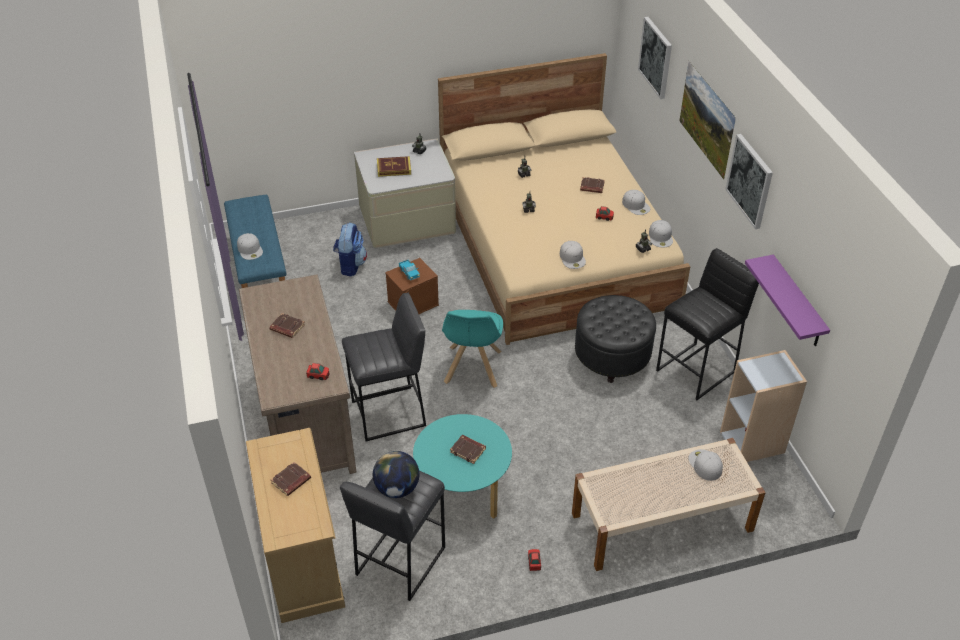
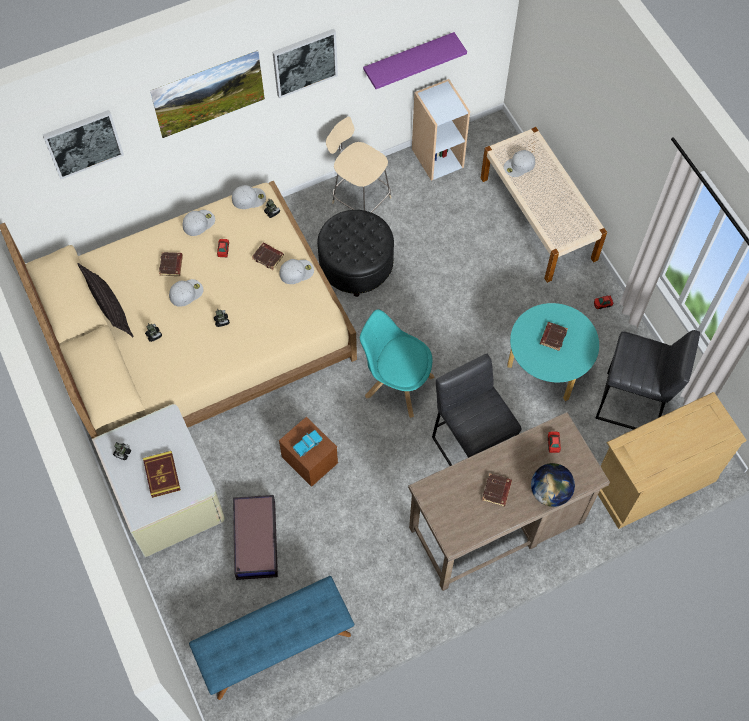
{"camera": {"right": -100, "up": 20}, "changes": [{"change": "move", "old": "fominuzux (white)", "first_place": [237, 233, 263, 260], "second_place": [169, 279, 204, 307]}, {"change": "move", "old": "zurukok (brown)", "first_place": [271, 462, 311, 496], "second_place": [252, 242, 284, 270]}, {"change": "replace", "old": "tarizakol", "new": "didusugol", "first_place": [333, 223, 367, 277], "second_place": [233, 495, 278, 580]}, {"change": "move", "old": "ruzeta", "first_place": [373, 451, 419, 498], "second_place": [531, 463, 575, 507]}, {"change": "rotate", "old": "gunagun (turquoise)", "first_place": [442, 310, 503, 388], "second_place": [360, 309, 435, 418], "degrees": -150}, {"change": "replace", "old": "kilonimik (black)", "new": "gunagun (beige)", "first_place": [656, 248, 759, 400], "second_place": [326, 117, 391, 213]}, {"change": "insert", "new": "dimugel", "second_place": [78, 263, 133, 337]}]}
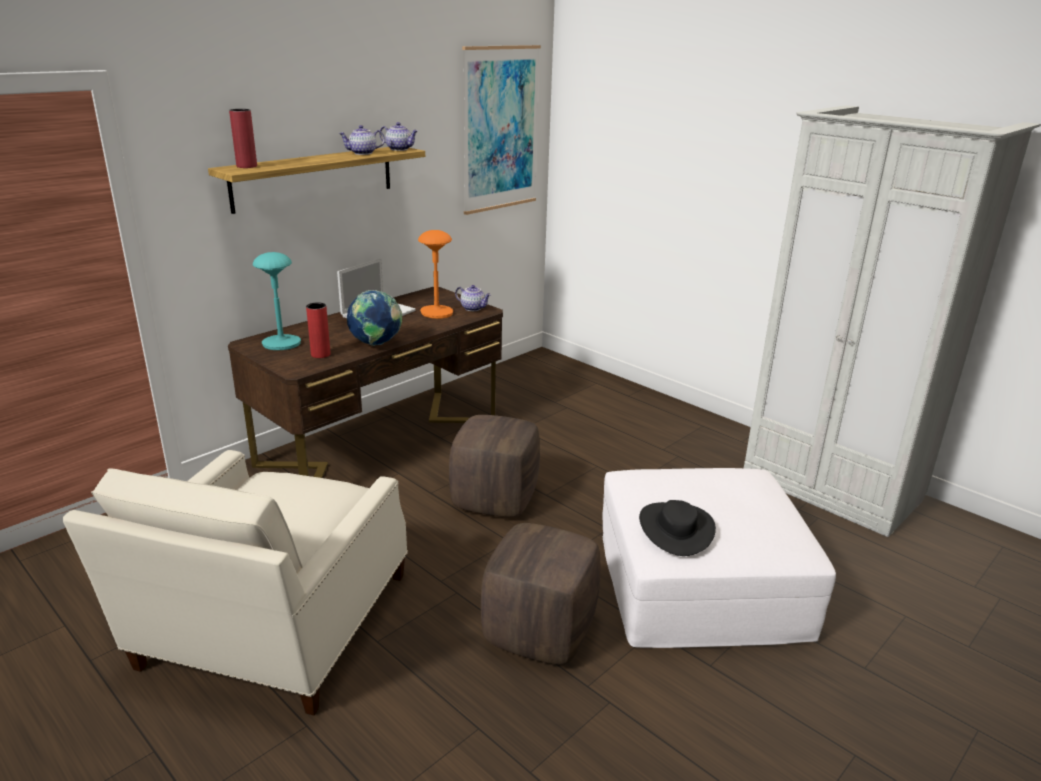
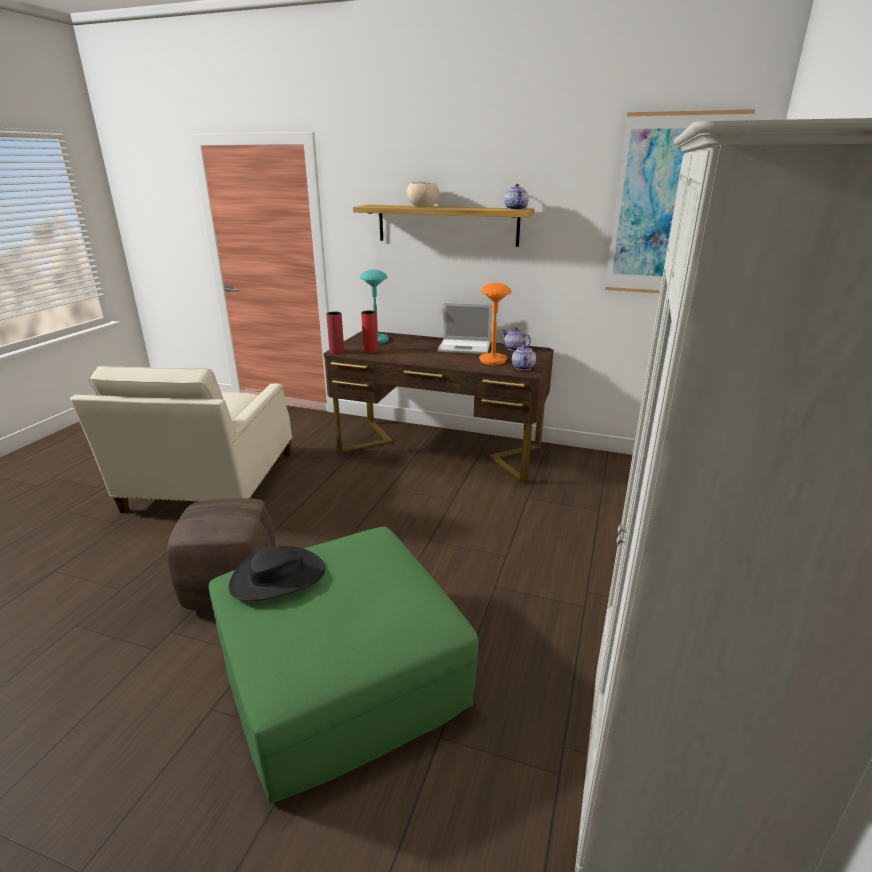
{"camera": {"right": 65, "up": 0}, "changes": [{"change": "rotate", "old": "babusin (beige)", "first_place": [63, 450, 408, 715], "second_place": [70, 366, 292, 513], "degrees": -75}, {"change": "move", "old": "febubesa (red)", "first_place": [229, 109, 257, 168], "second_place": [326, 311, 344, 354]}, {"change": "move", "old": "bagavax", "first_place": [338, 125, 385, 155], "second_place": [501, 327, 531, 351]}, {"change": "delete", "old": "ruzeta", "first_place": [347, 290, 402, 346]}, {"change": "delete", "old": "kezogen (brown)", "first_place": [449, 415, 540, 517]}, {"change": "recolor", "old": "kezogen (white)", "new": "kezogen (green)", "first_place": [602, 468, 836, 648], "second_place": [209, 526, 478, 804]}, {"change": "insert", "new": "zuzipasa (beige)", "second_place": [407, 182, 439, 207]}]}
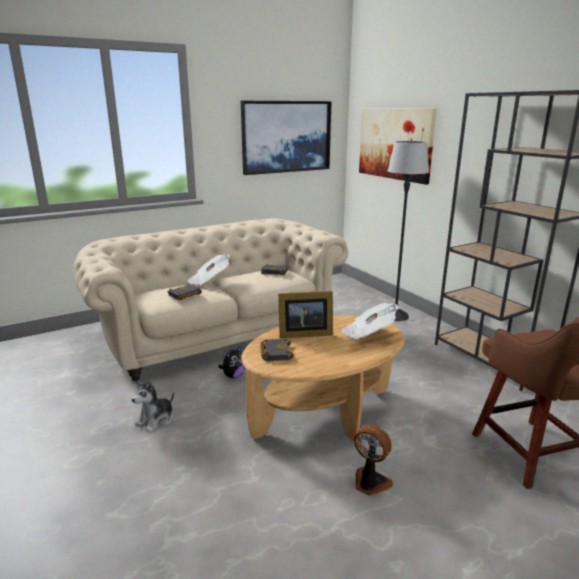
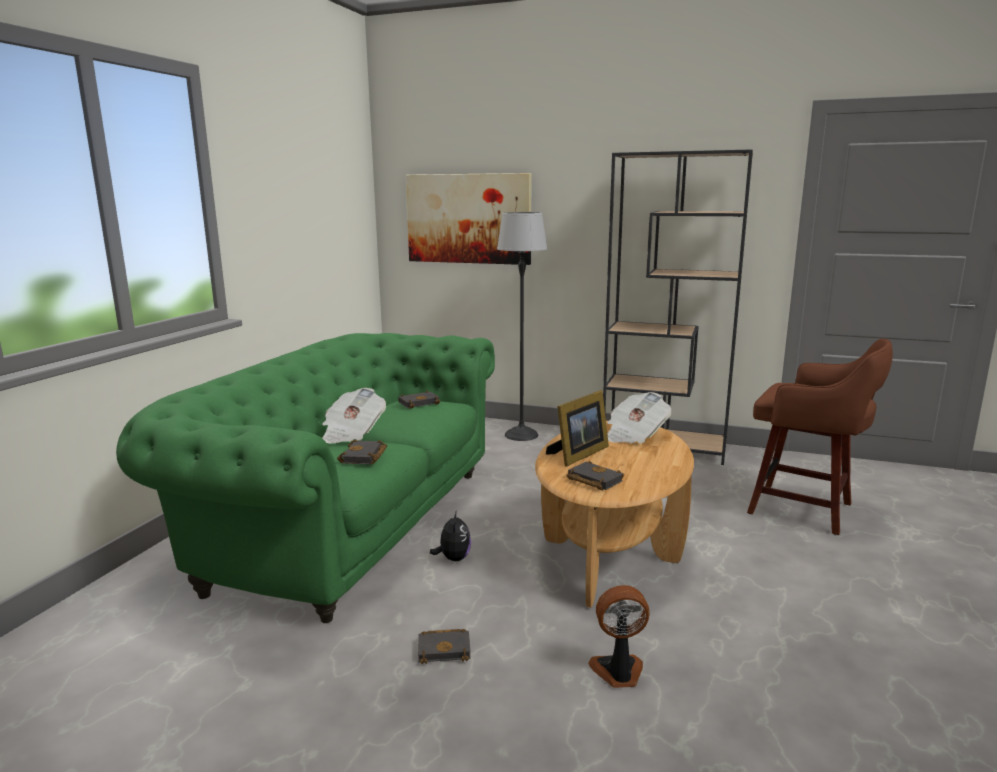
{"camera": {"right": -40, "up": -5}, "changes": [{"change": "recolor", "old": "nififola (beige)", "new": "nififola (green)", "first_place": [73, 219, 348, 381], "second_place": [116, 333, 495, 623]}, {"change": "replace", "old": "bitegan", "new": "zurukok (black)", "first_place": [132, 380, 174, 433], "second_place": [418, 629, 471, 664]}, {"change": "delete", "old": "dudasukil", "first_place": [241, 101, 332, 175]}, {"change": "move", "old": "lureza", "first_place": [354, 424, 393, 496], "second_place": [588, 585, 650, 688]}]}
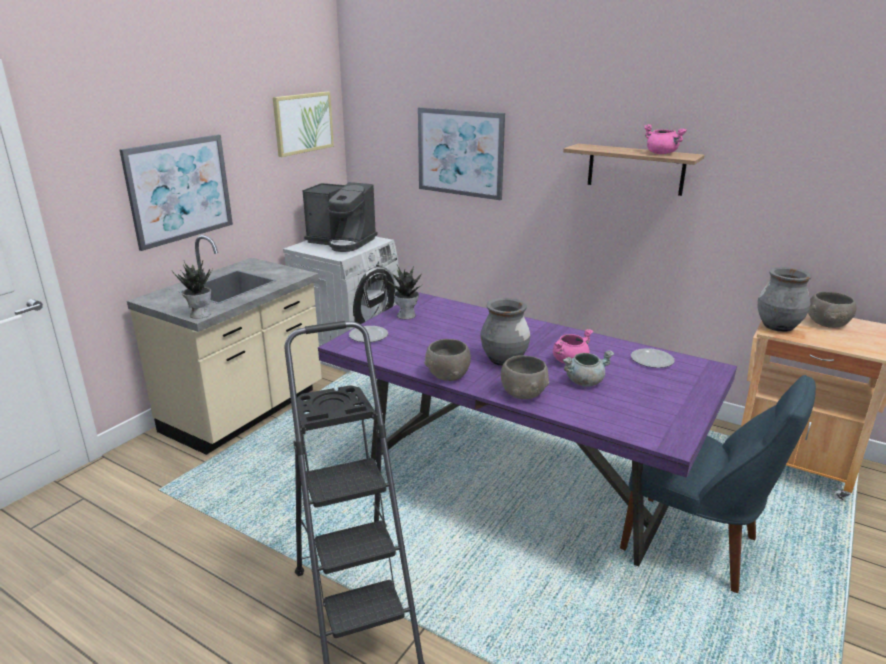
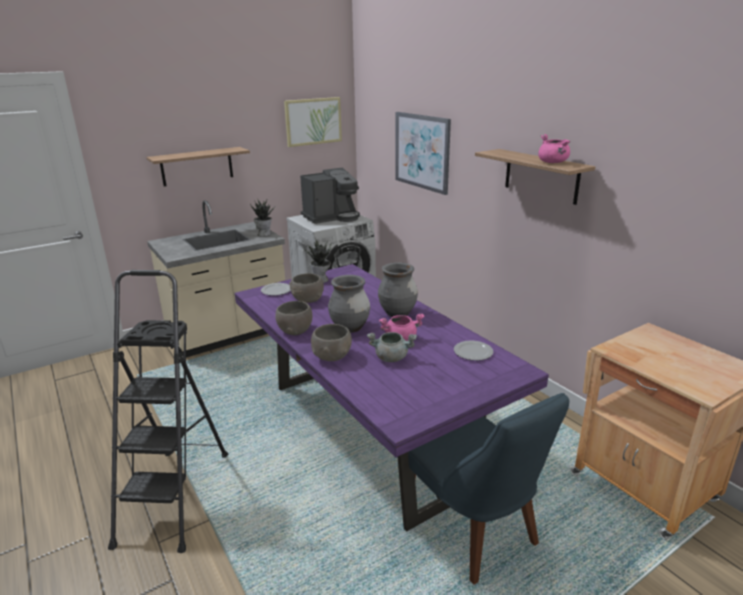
{"camera": {"right": 25, "up": 0}, "changes": [{"change": "replace", "old": "dudasukil", "new": "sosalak", "first_place": [120, 135, 233, 251], "second_place": [147, 147, 250, 186]}, {"change": "move", "old": "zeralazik", "first_place": [172, 260, 213, 319], "second_place": [250, 200, 275, 237]}, {"change": "rotate", "old": "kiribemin", "first_place": [302, 182, 377, 252], "second_place": [300, 167, 360, 224], "degrees": -75}, {"change": "move", "old": "febubesa (grey)", "first_place": [758, 267, 812, 332], "second_place": [378, 262, 418, 317]}, {"change": "move", "old": "zuzipasa (grey)", "first_place": [808, 291, 857, 328], "second_place": [289, 273, 324, 303]}]}
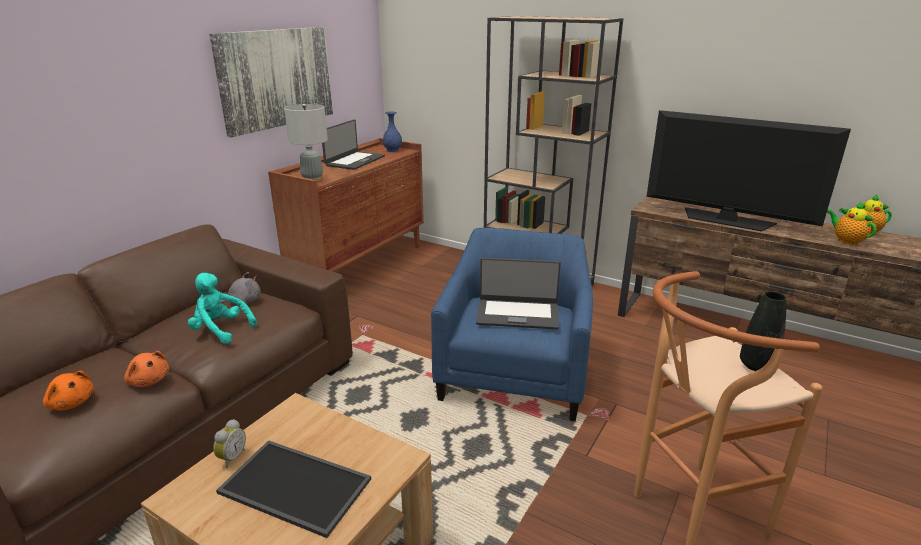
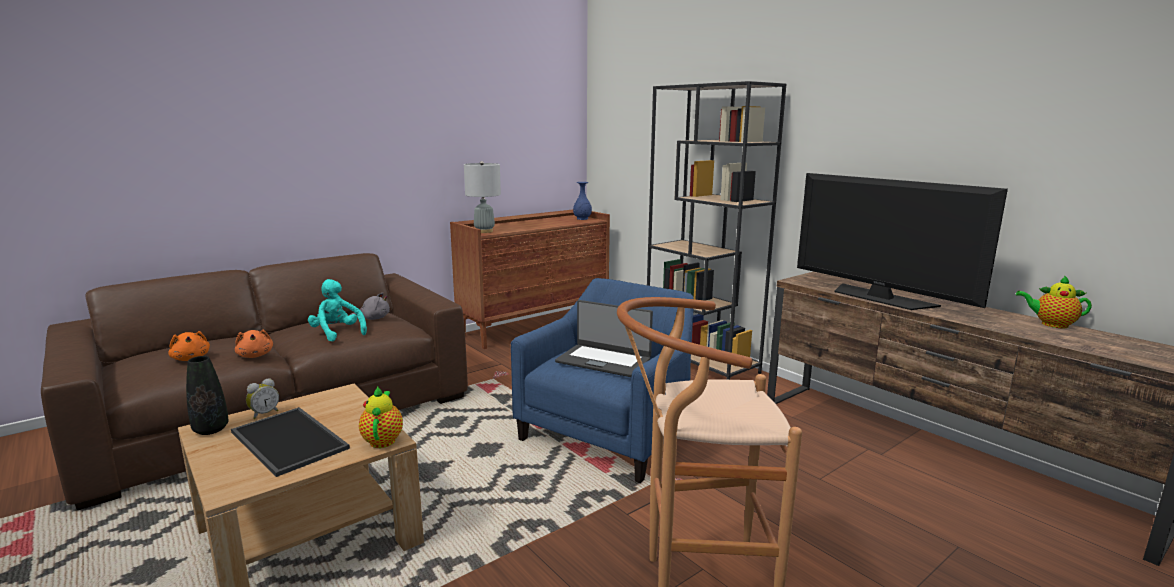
{"camera": {"right": 20, "up": -10}, "changes": [{"change": "delete", "old": "dudasukil", "first_place": [209, 27, 333, 138]}, {"change": "delete", "old": "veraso", "first_place": [322, 119, 385, 170]}, {"change": "move", "old": "febubesa (black)", "first_place": [740, 291, 786, 371], "second_place": [186, 356, 229, 435]}, {"change": "move", "old": "bagavax", "first_place": [827, 202, 876, 245], "second_place": [359, 387, 403, 448]}]}
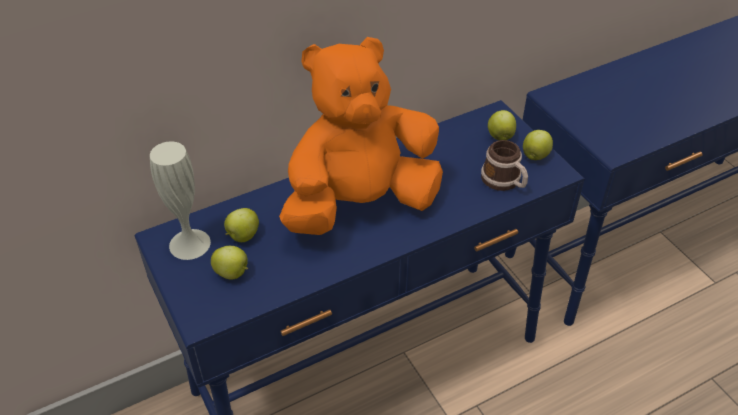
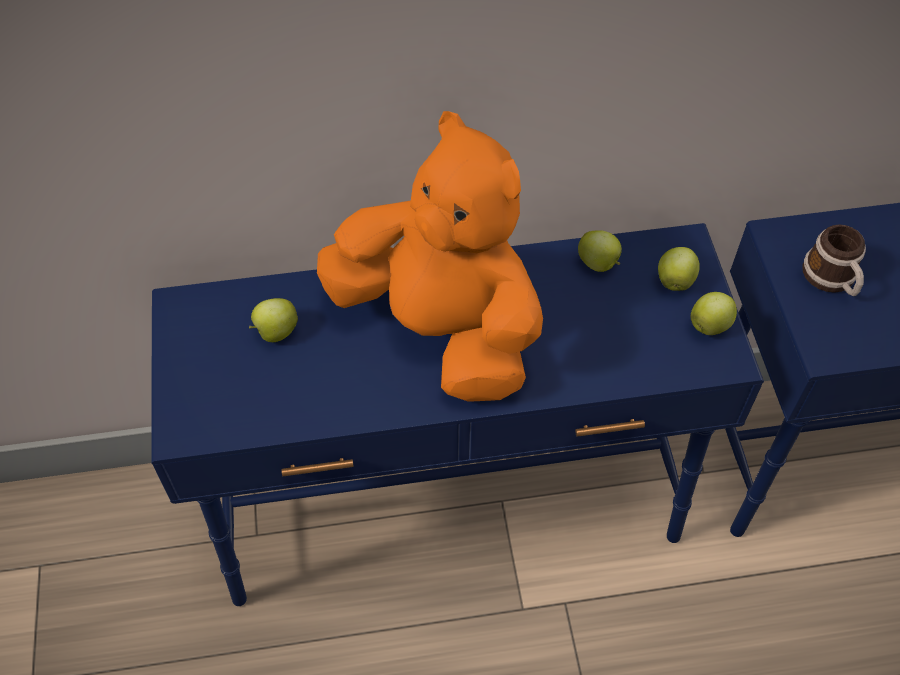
{"camera": {"right": 20, "up": 10}, "changes": [{"change": "delete", "old": "febubesa (white)", "first_place": [150, 141, 211, 260]}, {"change": "move", "old": "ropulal", "first_place": [211, 246, 248, 280], "second_place": [578, 230, 622, 272]}, {"change": "rotate", "old": "bitegan (orange)", "first_place": [279, 37, 443, 235], "second_place": [317, 111, 543, 402], "degrees": 45}, {"change": "move", "old": "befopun", "first_place": [481, 140, 528, 191], "second_place": [802, 225, 866, 296]}]}
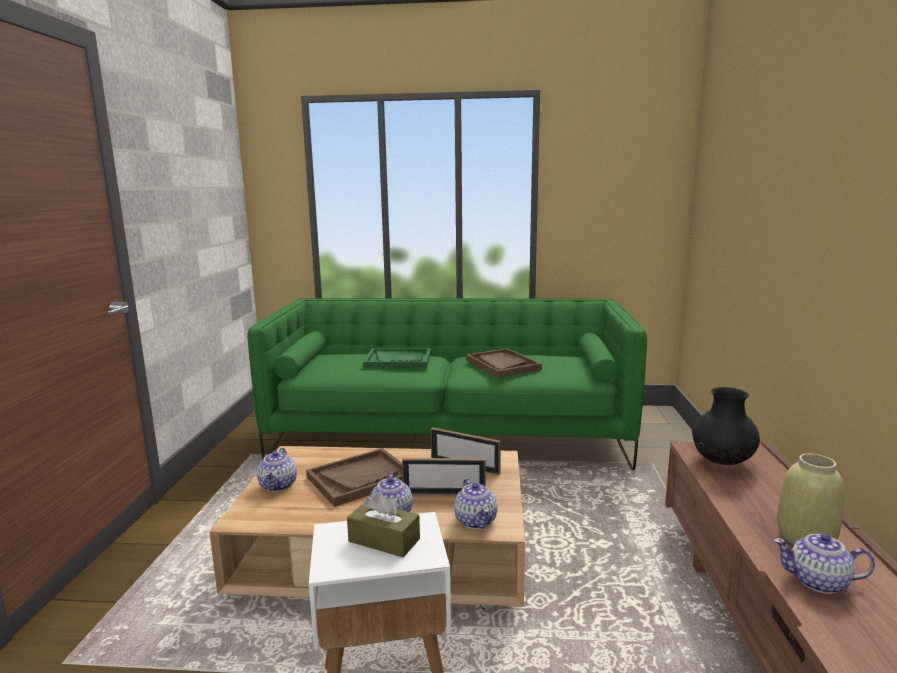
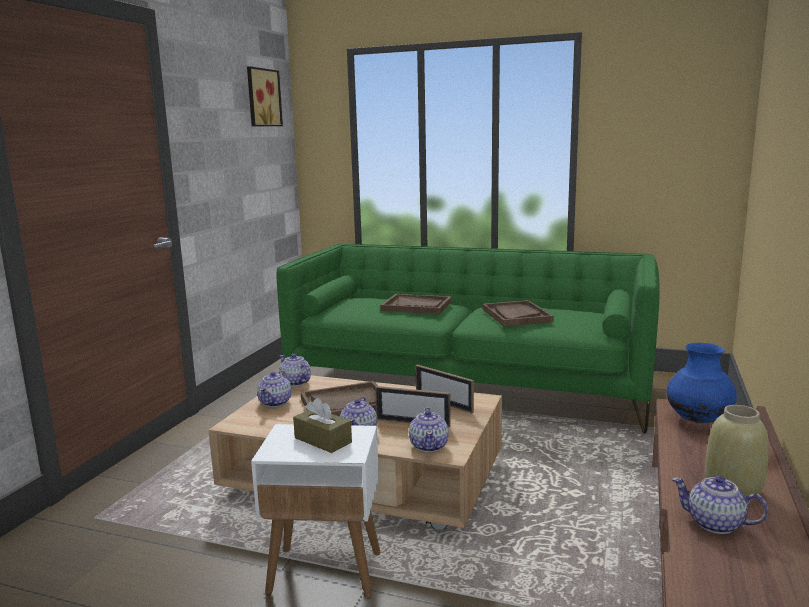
{"camera": {"right": 15, "up": 0}, "changes": [{"change": "recolor", "old": "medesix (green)", "new": "medesix (brown)", "first_place": [363, 348, 431, 368], "second_place": [381, 294, 452, 314]}, {"change": "recolor", "old": "febubesa (black)", "new": "febubesa (blue)", "first_place": [692, 387, 760, 465], "second_place": [667, 343, 737, 423]}, {"change": "insert", "new": "dudasukil", "second_place": [247, 66, 283, 126]}, {"change": "insert", "new": "bagavax", "second_place": [279, 354, 311, 386]}]}
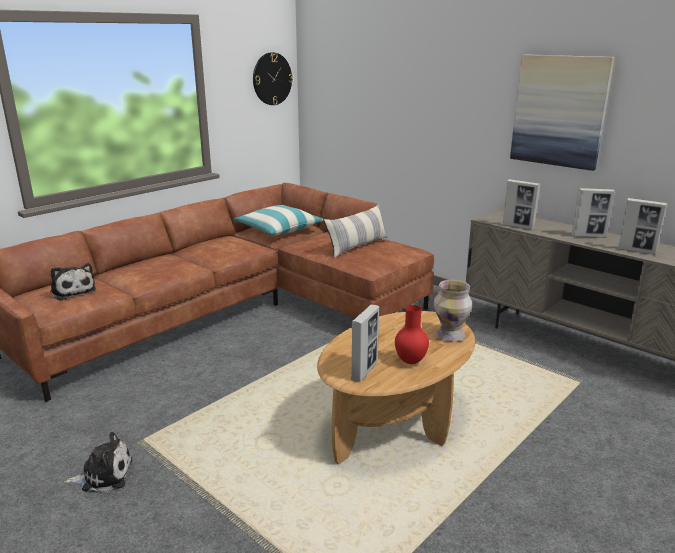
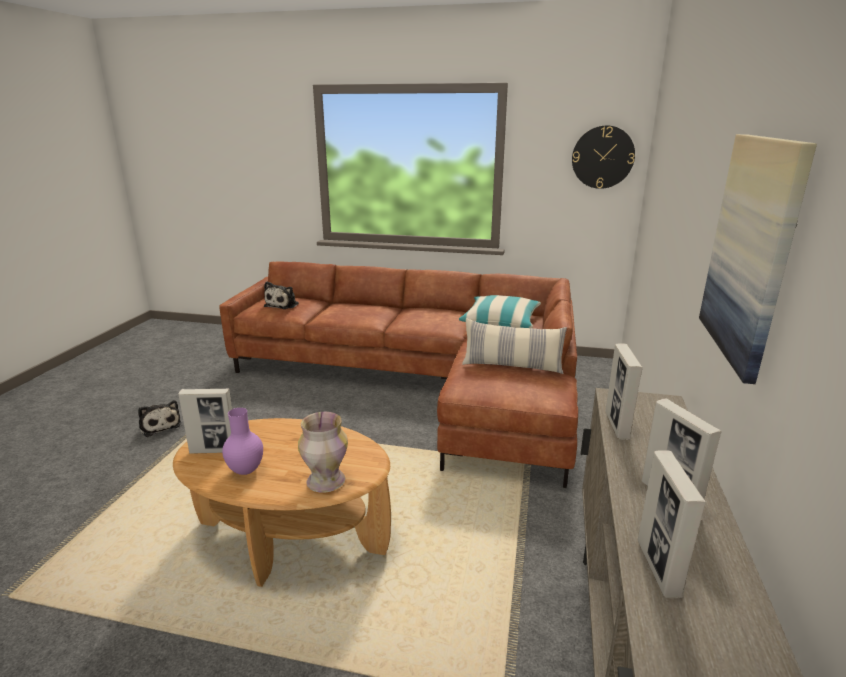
{"camera": {"right": 60, "up": 0}, "changes": [{"change": "recolor", "old": "febubesa (red)", "new": "febubesa (purple)", "first_place": [395, 305, 429, 364], "second_place": [222, 408, 263, 475]}]}
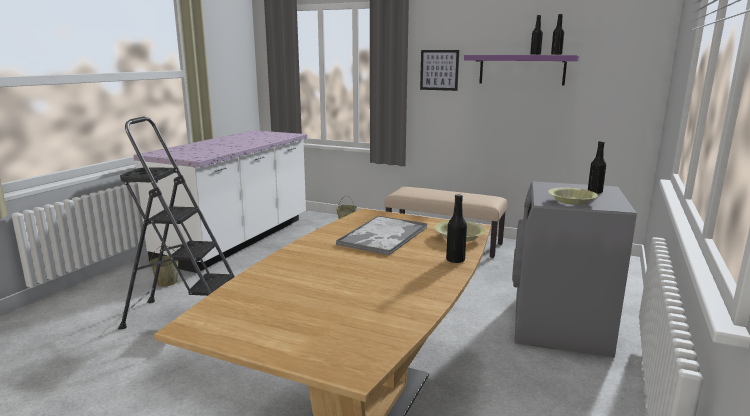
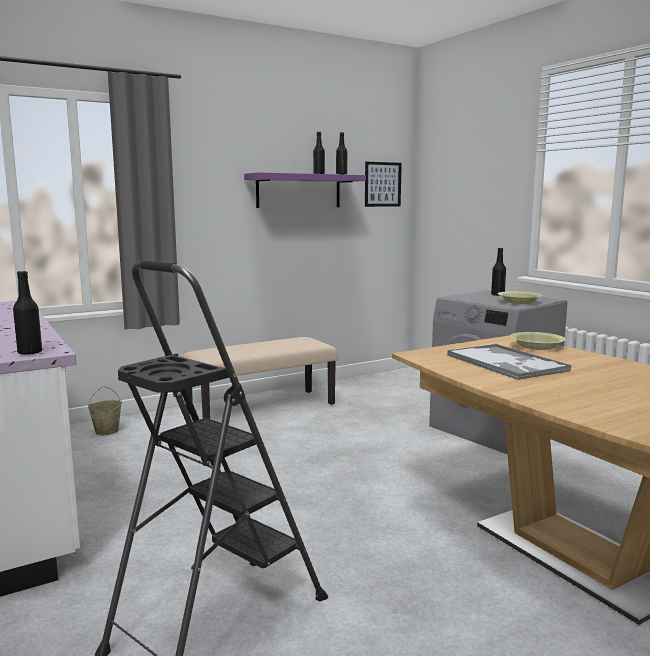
{"camera": {"right": -55, "up": -5}, "changes": [{"change": "delete", "old": "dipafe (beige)", "first_place": [150, 246, 179, 287]}, {"change": "move", "old": "dudasukil", "first_place": [420, 50, 459, 91], "second_place": [365, 162, 402, 207]}, {"change": "move", "old": "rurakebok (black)", "first_place": [446, 194, 467, 263], "second_place": [13, 271, 42, 354]}]}
